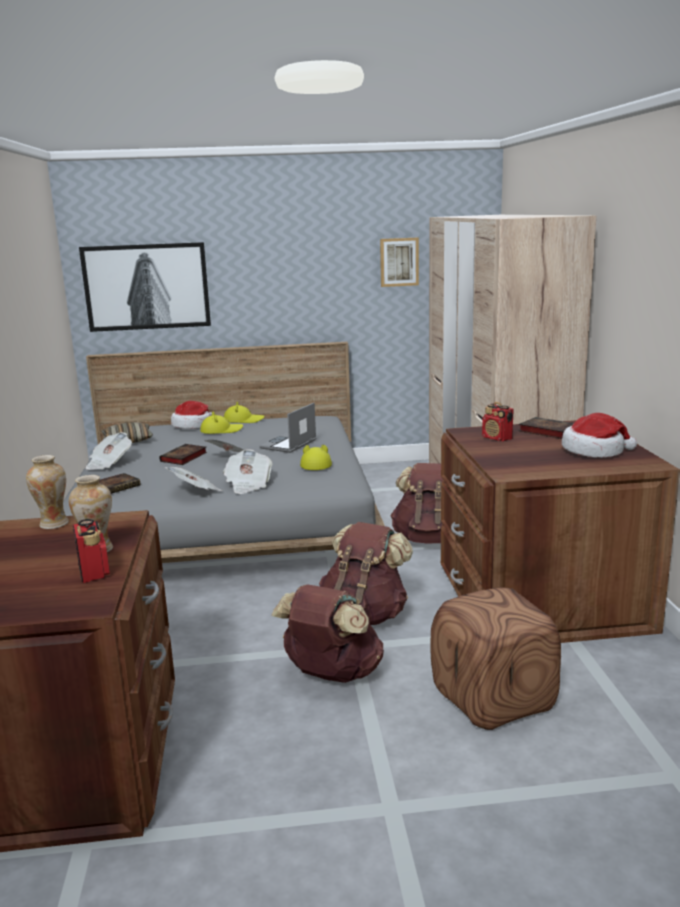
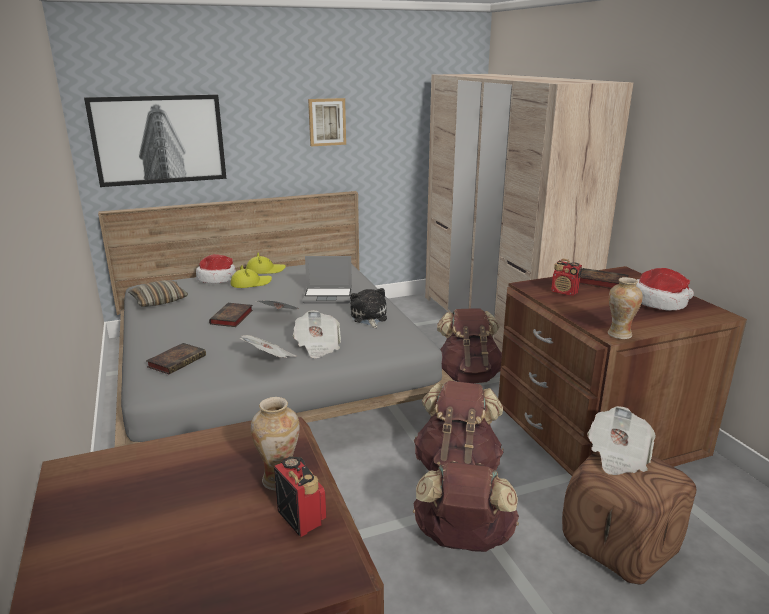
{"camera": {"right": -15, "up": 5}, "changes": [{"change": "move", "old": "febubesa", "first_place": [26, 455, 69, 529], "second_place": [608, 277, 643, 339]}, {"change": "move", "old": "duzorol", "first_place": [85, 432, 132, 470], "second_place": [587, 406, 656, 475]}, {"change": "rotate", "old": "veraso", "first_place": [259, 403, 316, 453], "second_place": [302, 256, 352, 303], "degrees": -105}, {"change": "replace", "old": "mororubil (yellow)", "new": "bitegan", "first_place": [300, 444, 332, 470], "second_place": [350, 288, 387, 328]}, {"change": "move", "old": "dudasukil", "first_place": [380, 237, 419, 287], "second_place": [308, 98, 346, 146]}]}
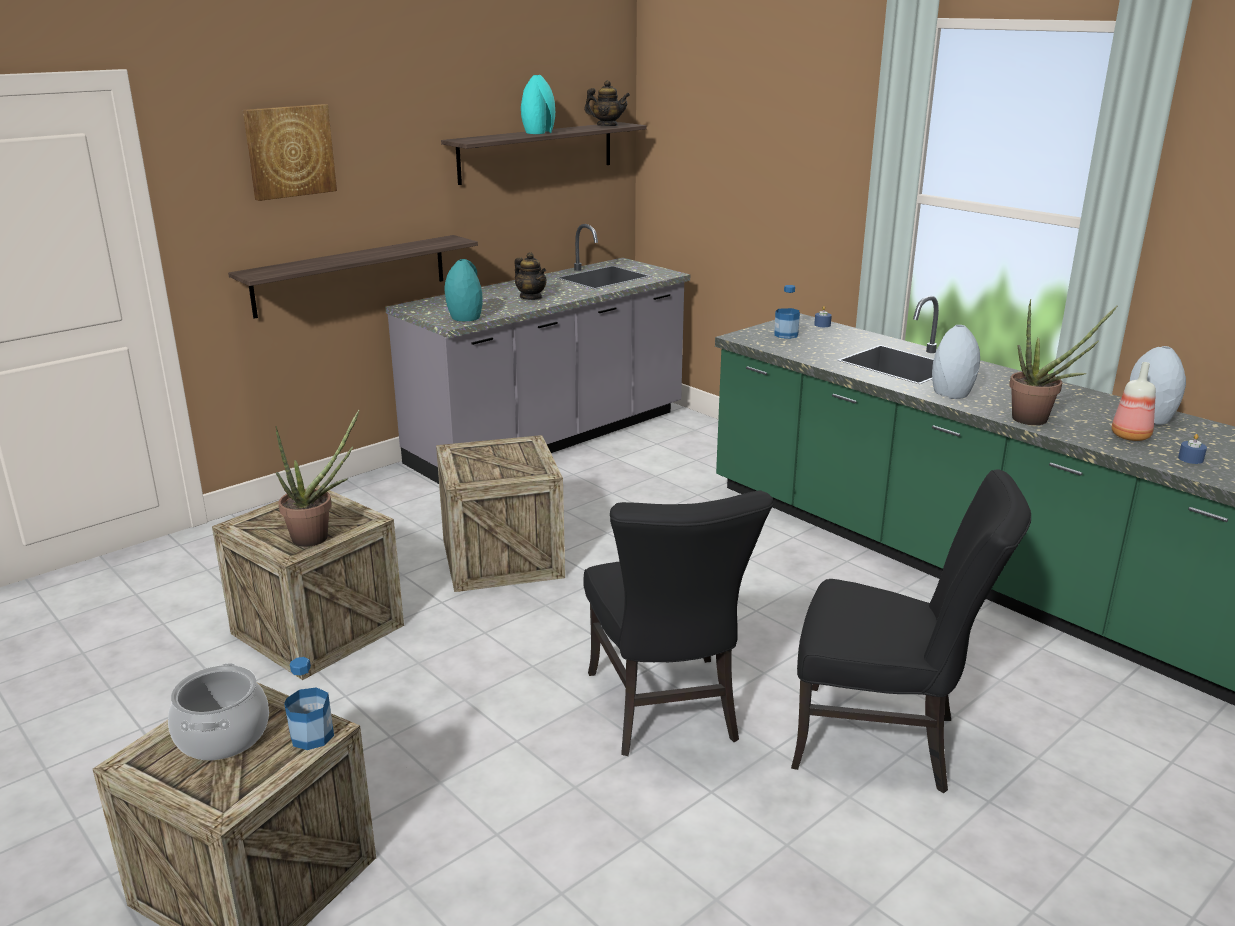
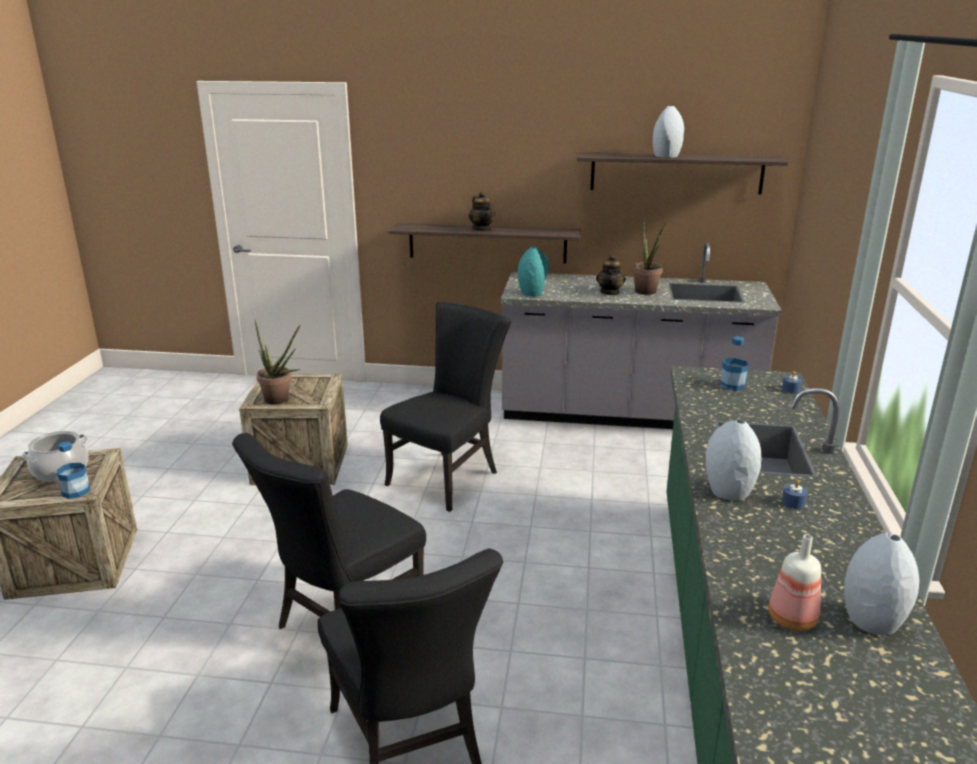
{"camera": {"right": 50, "up": 0}, "changes": [{"change": "delete", "old": "dudasukil", "first_place": [243, 104, 337, 201]}, {"change": "replace", "old": "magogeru", "new": "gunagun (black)", "first_place": [436, 435, 565, 592], "second_place": [380, 302, 511, 512]}, {"change": "recolor", "old": "febubesa (turquoise)", "new": "febubesa (grey)", "first_place": [521, 75, 555, 134], "second_place": [653, 106, 684, 158]}, {"change": "move", "old": "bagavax", "first_place": [584, 80, 630, 126], "second_place": [468, 192, 495, 231]}, {"change": "move", "old": "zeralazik", "first_place": [1009, 299, 1118, 425], "second_place": [632, 217, 666, 295]}, {"change": "move", "old": "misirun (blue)", "first_place": [1178, 434, 1207, 464], "second_place": [782, 480, 808, 509]}]}
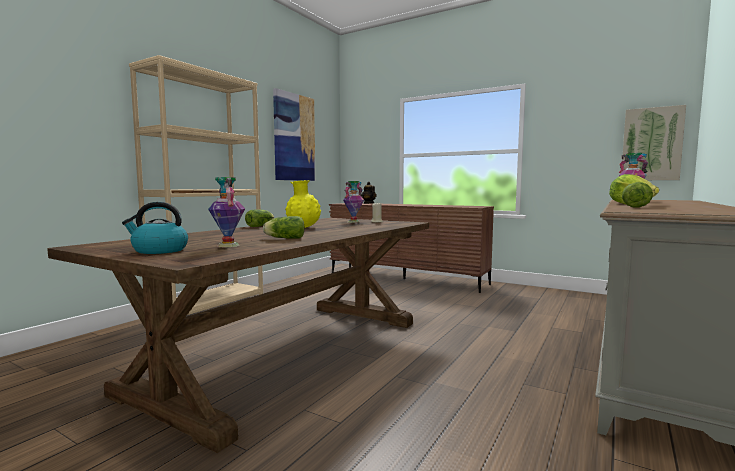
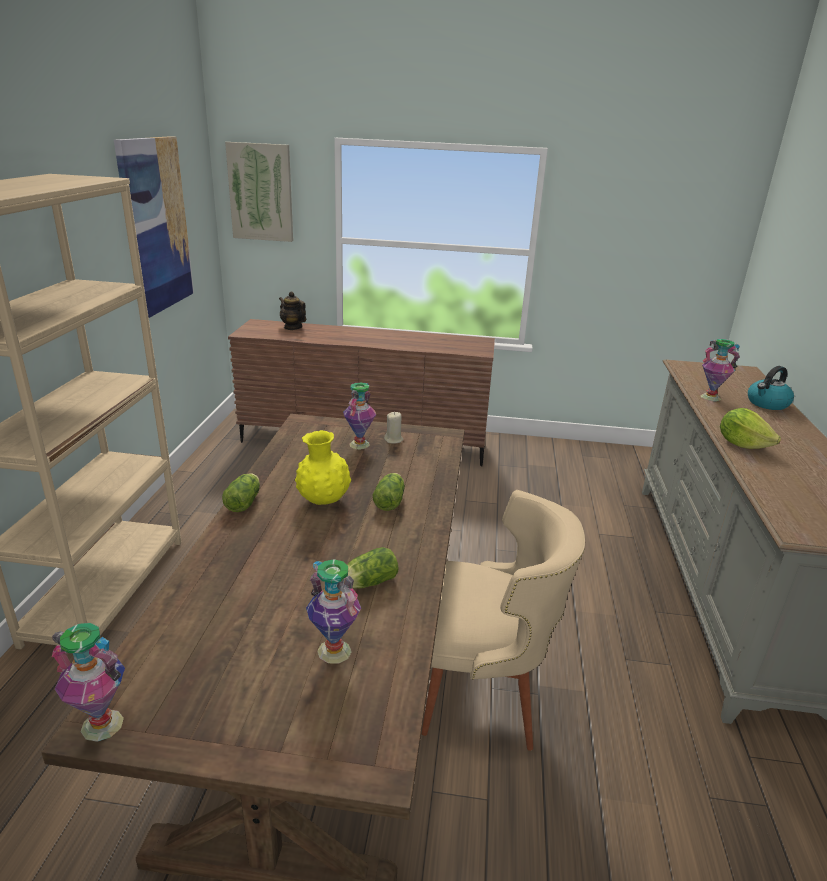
{"camera": {"right": -25, "up": 20}, "changes": [{"change": "move", "old": "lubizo", "first_place": [122, 202, 188, 254], "second_place": [748, 366, 794, 410]}, {"change": "move", "old": "dudasukil", "first_place": [622, 105, 686, 180], "second_place": [225, 142, 293, 242]}, {"change": "move", "old": "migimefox", "first_place": [622, 182, 653, 207], "second_place": [373, 473, 405, 511]}, {"change": "insert", "new": "febubesa", "second_place": [52, 623, 125, 742]}, {"change": "insert", "new": "gunagun (beige)", "second_place": [422, 490, 585, 751]}]}
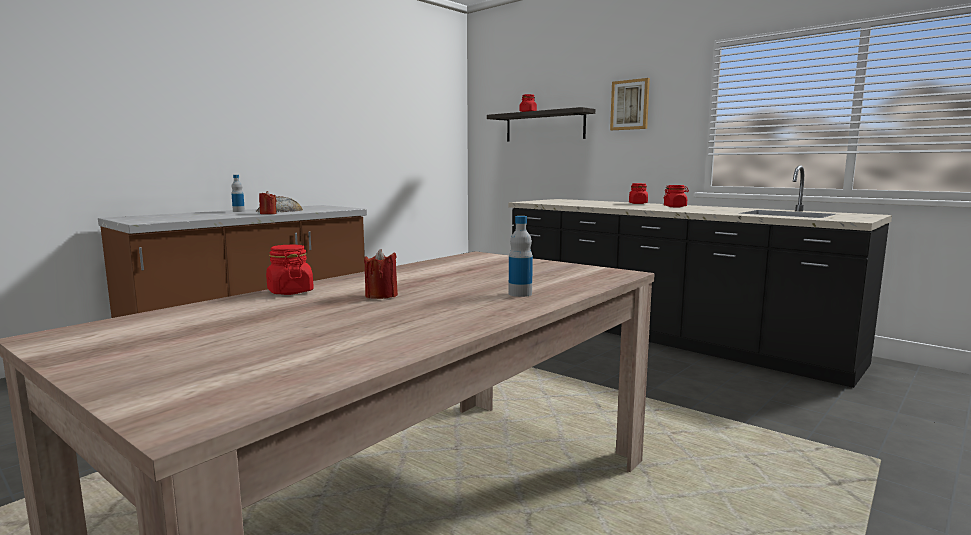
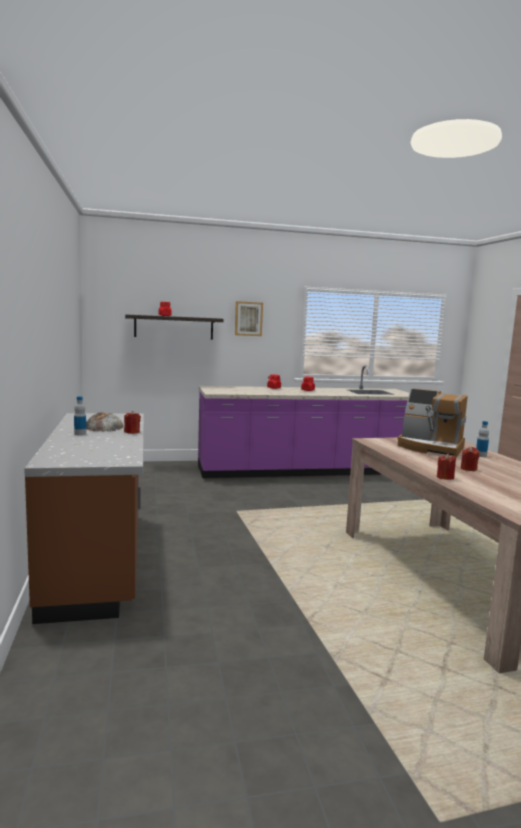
{"camera": {"right": -55, "up": 0}, "changes": [{"change": "replace", "old": "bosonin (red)", "new": "misirun (red)", "first_place": [266, 244, 314, 295], "second_place": [437, 454, 456, 480]}, {"change": "recolor", "old": "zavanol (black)", "new": "zavanol (purple)", "first_place": [508, 165, 892, 388], "second_place": [198, 365, 409, 478]}, {"change": "insert", "new": "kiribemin", "second_place": [398, 388, 468, 458]}]}
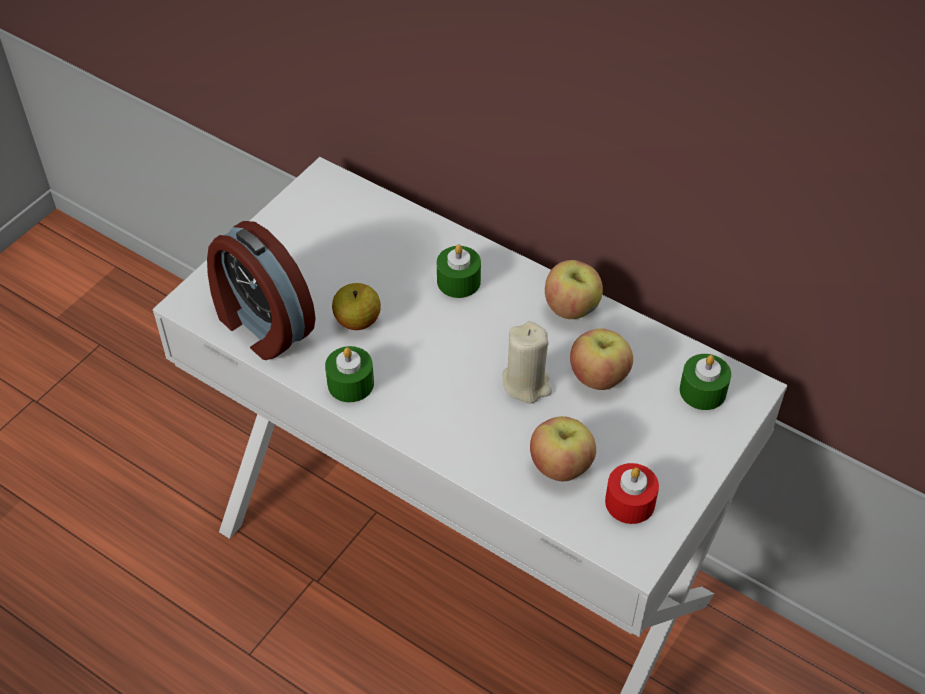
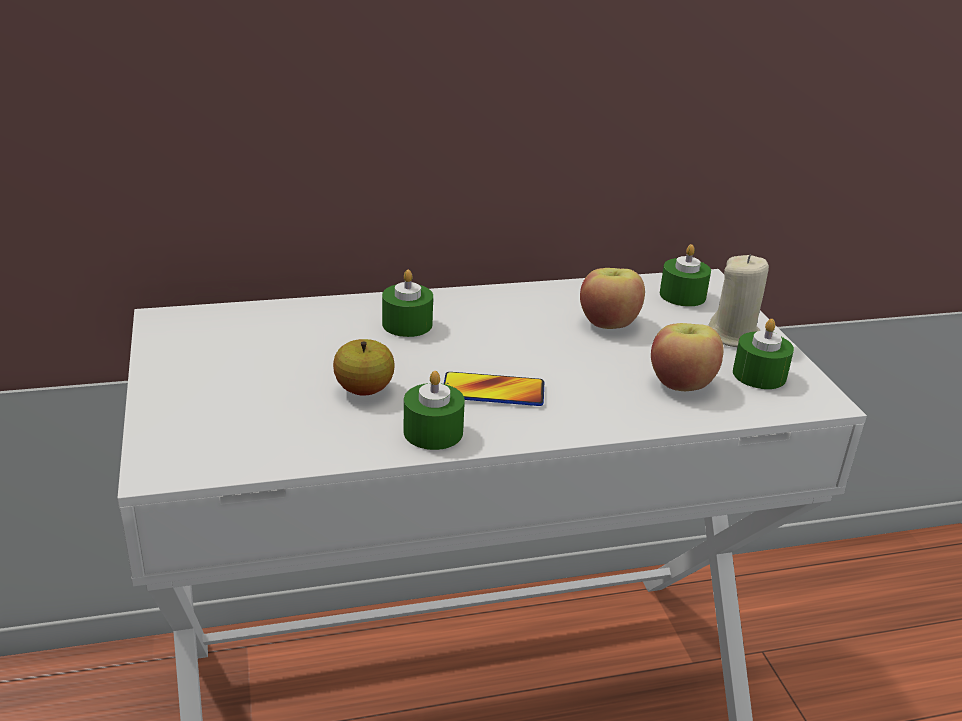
{"camera": {"right": -50, "up": -20}, "changes": [{"change": "delete", "old": "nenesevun", "first_place": [207, 221, 316, 360]}, {"change": "move", "old": "misirun (beige)", "first_place": [503, 321, 552, 404], "second_place": [708, 255, 769, 347]}, {"change": "delete", "old": "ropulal", "first_place": [545, 260, 603, 319]}, {"change": "recolor", "old": "misirun (red)", "new": "misirun (green)", "first_place": [605, 463, 659, 524], "second_place": [733, 319, 794, 389]}, {"change": "insert", "new": "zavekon", "second_place": [444, 372, 544, 406]}]}
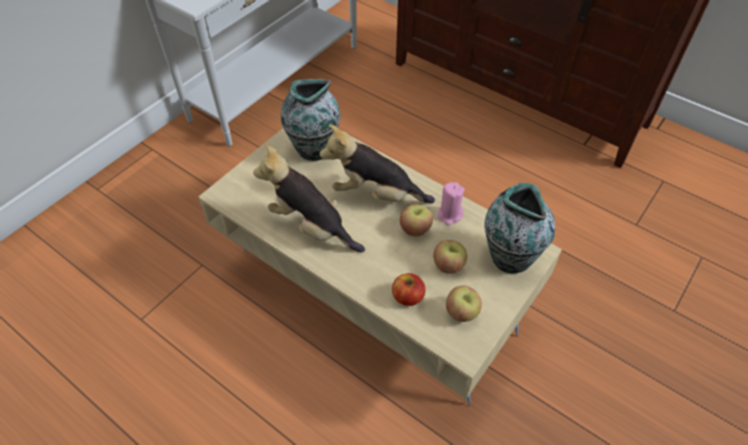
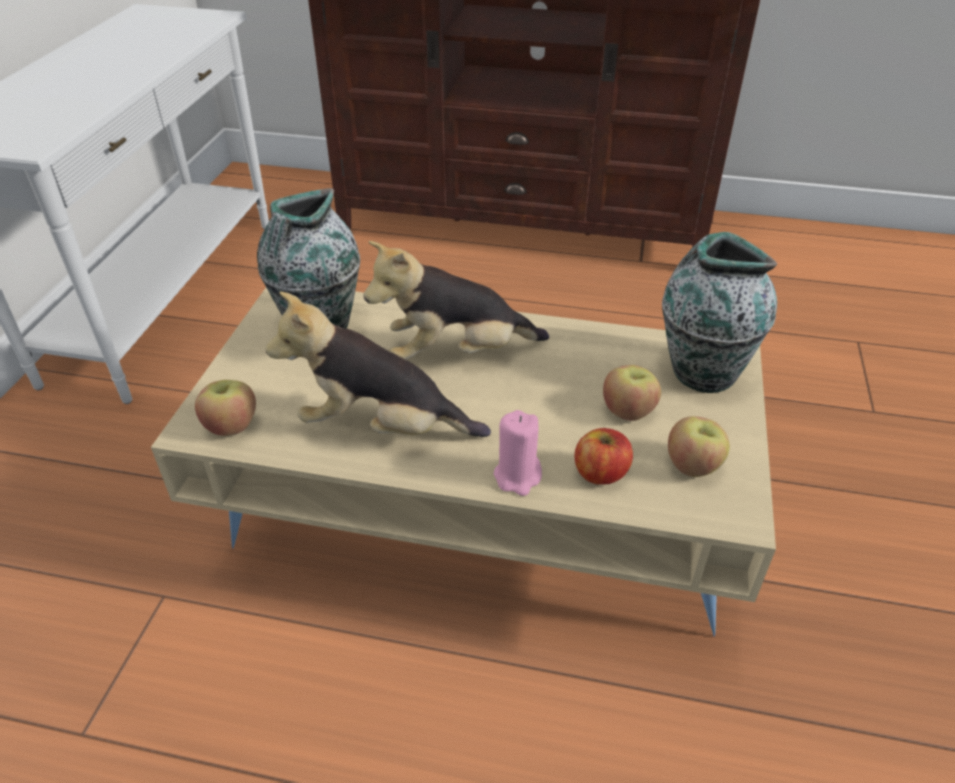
{"camera": {"right": -25, "up": -10}, "changes": [{"change": "move", "old": "ropulal", "first_place": [400, 205, 433, 237], "second_place": [195, 380, 256, 436]}, {"change": "move", "old": "misirun (pink)", "first_place": [438, 182, 464, 225], "second_place": [494, 410, 542, 496]}]}
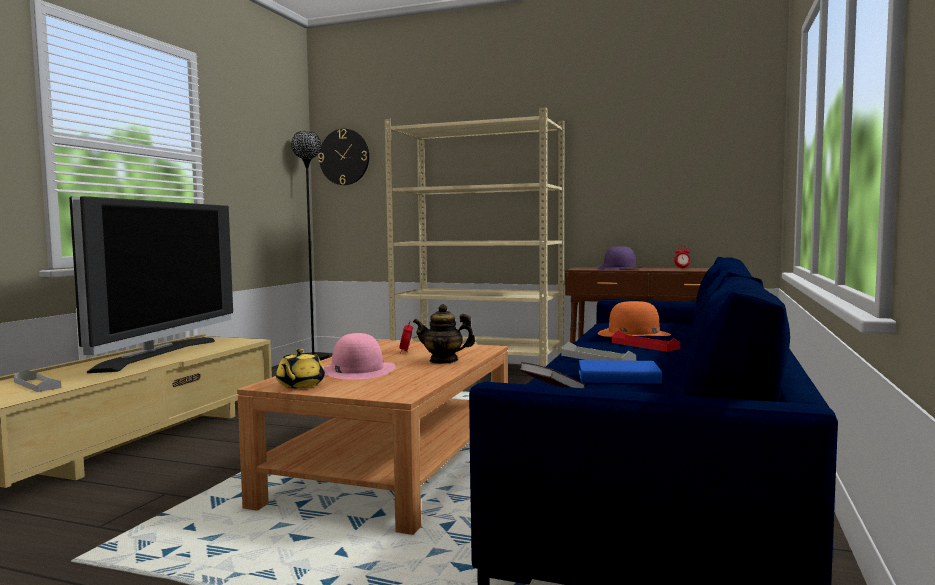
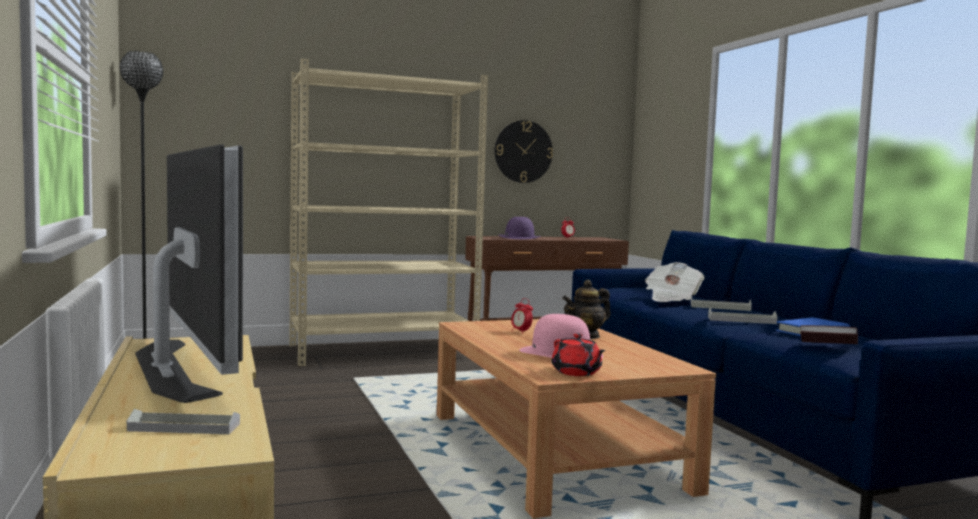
{"camera": {"right": -40, "up": 0}, "changes": [{"change": "recolor", "old": "bagavax (yellow)", "new": "bagavax (red)", "first_place": [276, 348, 325, 388], "second_place": [552, 333, 606, 376]}, {"change": "move", "old": "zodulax", "first_place": [318, 129, 369, 185], "second_place": [495, 120, 553, 183]}, {"change": "replace", "old": "mororubil (orange)", "new": "duzorol", "first_place": [598, 301, 671, 337], "second_place": [645, 262, 705, 302]}, {"change": "recolor", "old": "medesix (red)", "new": "medesix (grey)", "first_place": [612, 330, 680, 352], "second_place": [691, 297, 752, 311]}]}
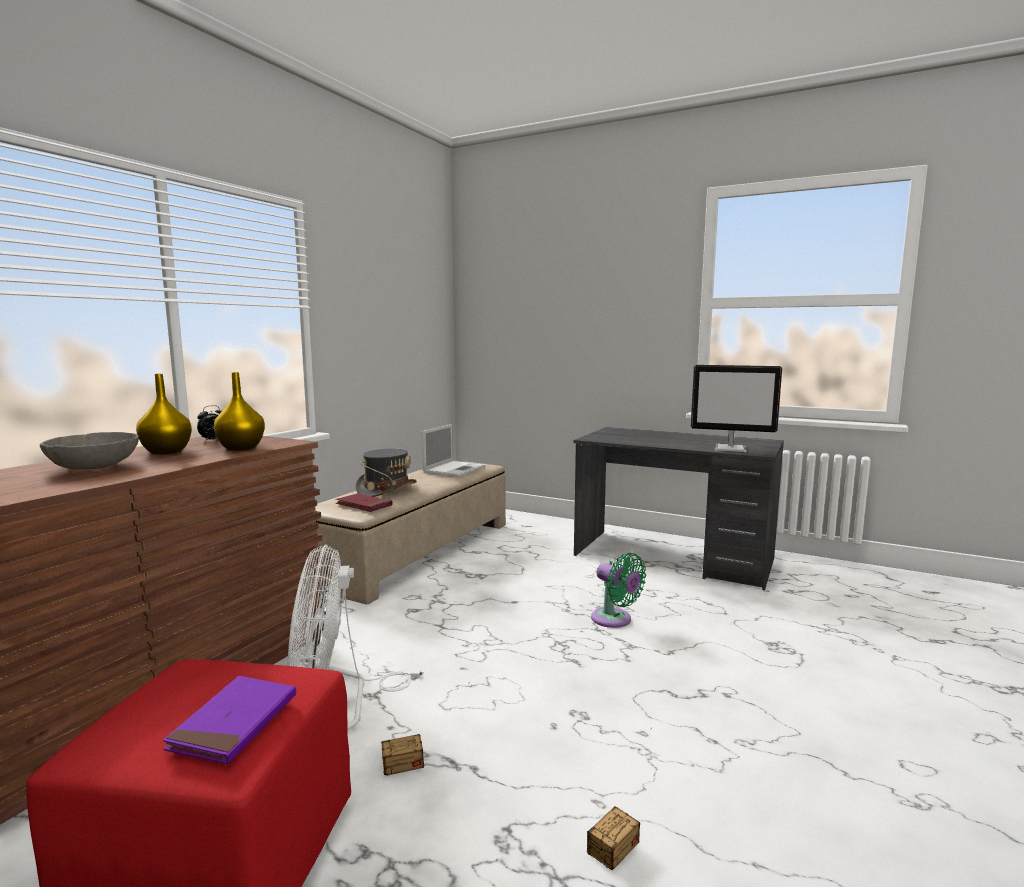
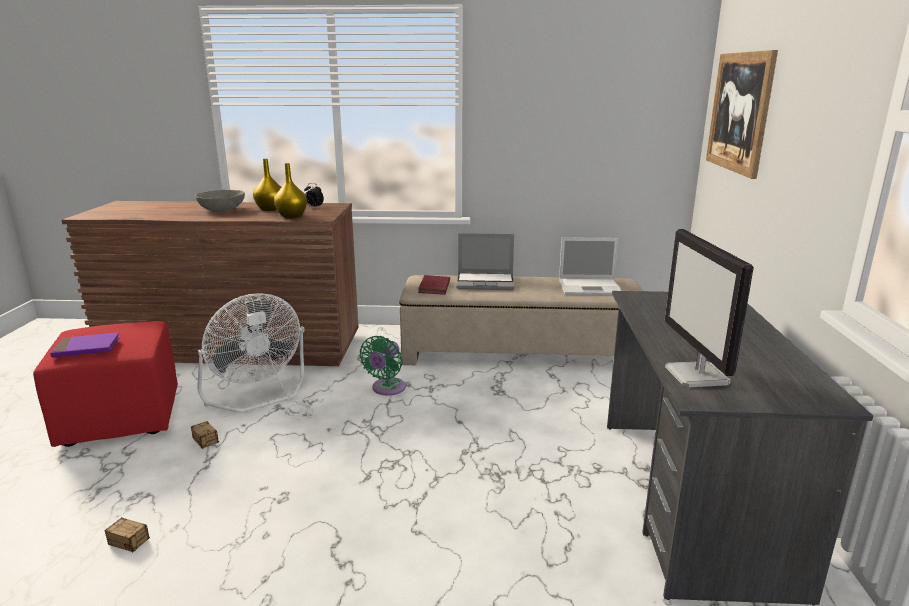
{"camera": {"right": 65, "up": 10}, "changes": [{"change": "replace", "old": "mororubil (grey)", "new": "veraso", "first_place": [355, 448, 417, 497], "second_place": [456, 233, 514, 290]}, {"change": "move", "old": "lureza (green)", "first_place": [591, 553, 646, 628], "second_place": [359, 336, 406, 395]}, {"change": "insert", "new": "dudasukil", "second_place": [706, 50, 778, 179]}]}
